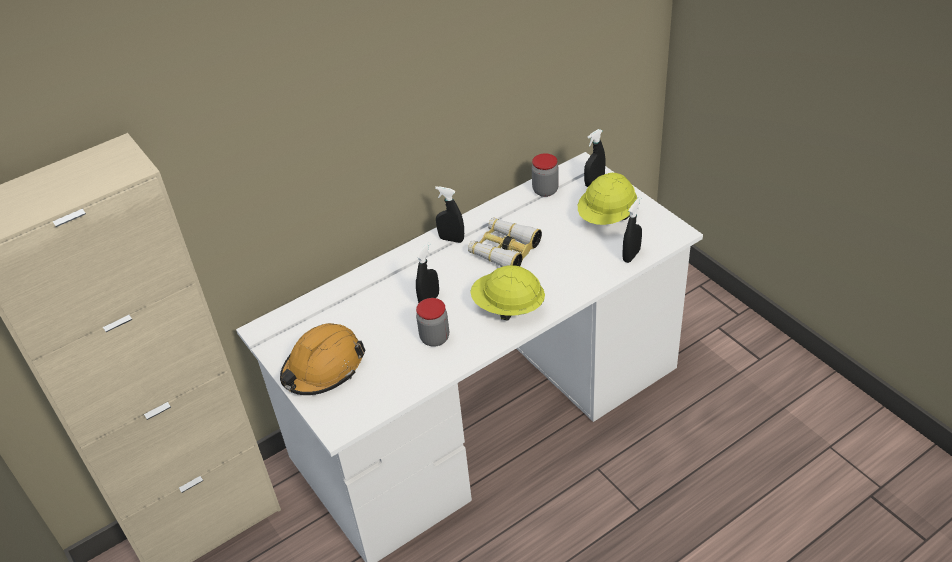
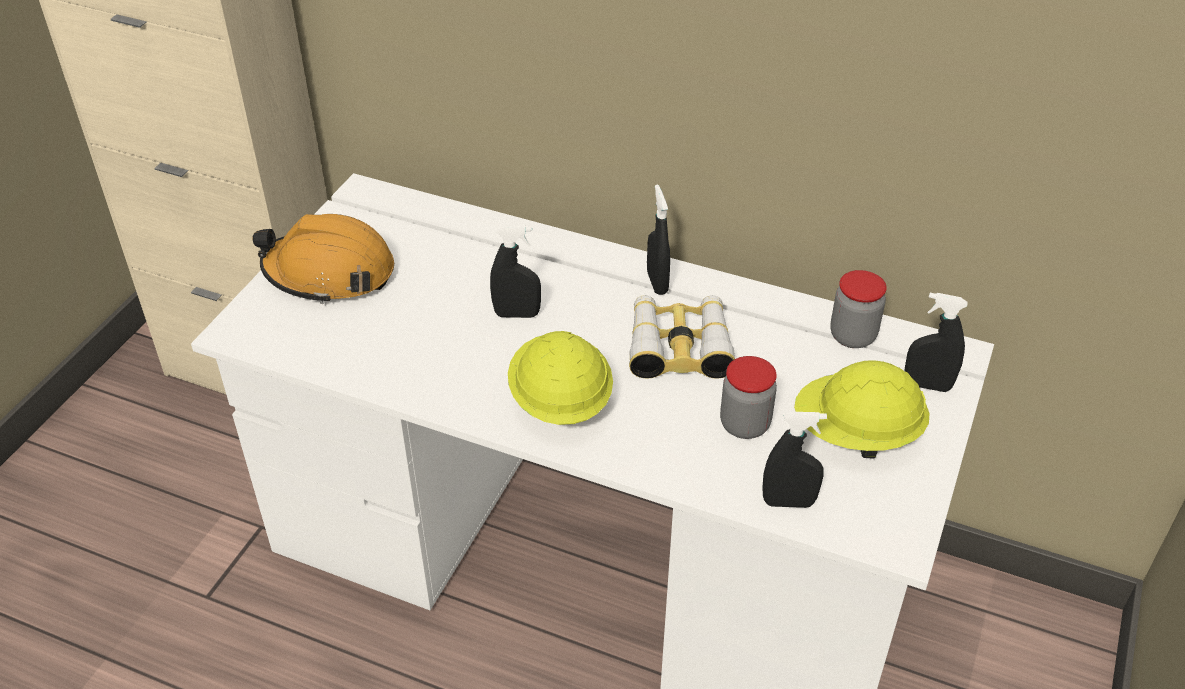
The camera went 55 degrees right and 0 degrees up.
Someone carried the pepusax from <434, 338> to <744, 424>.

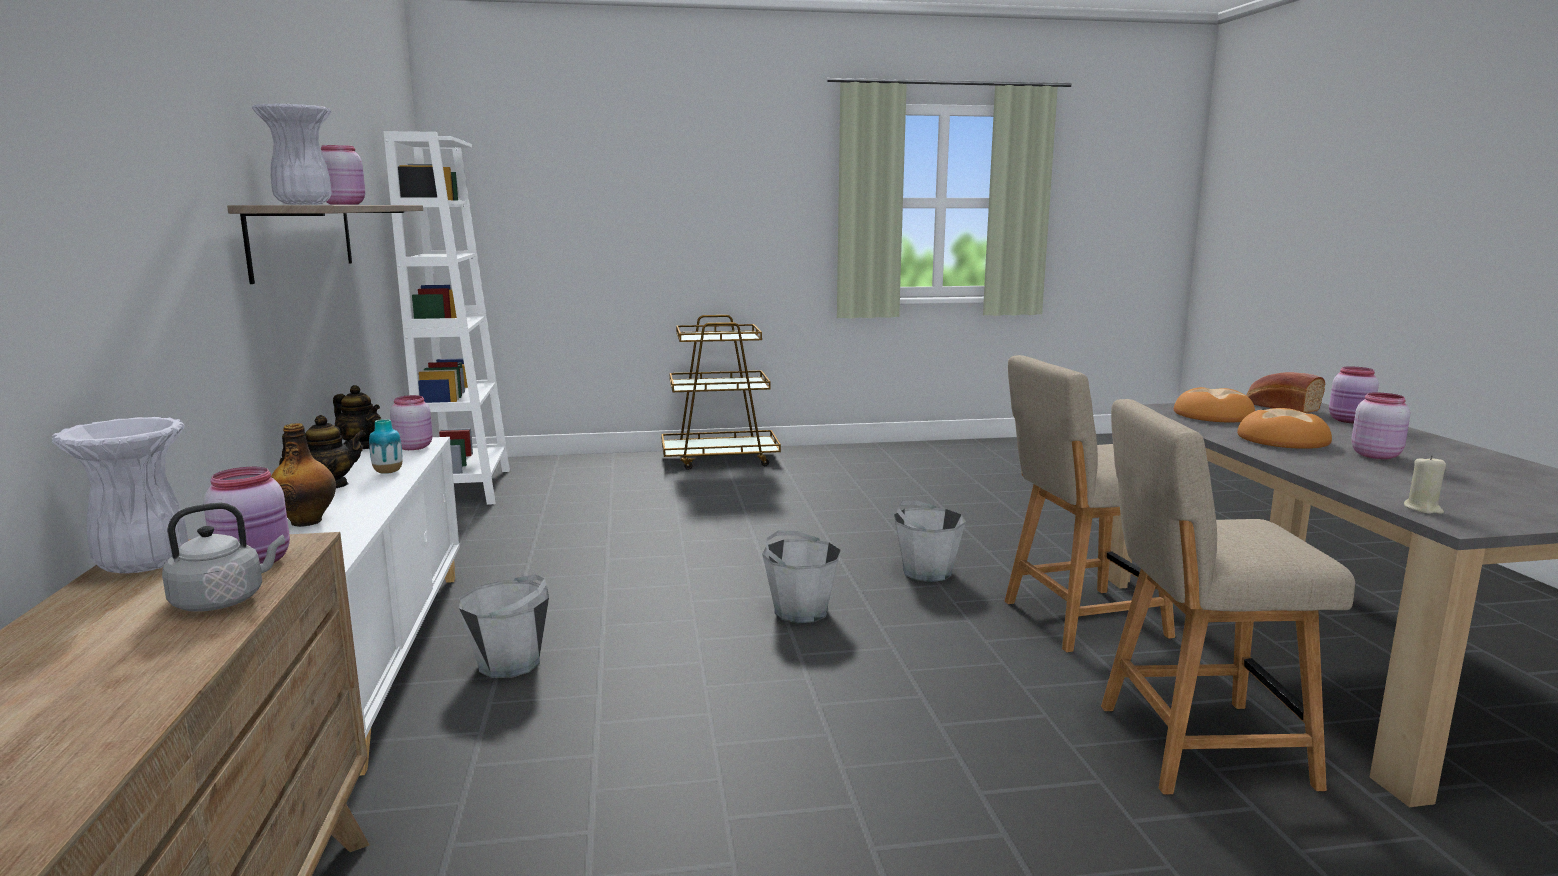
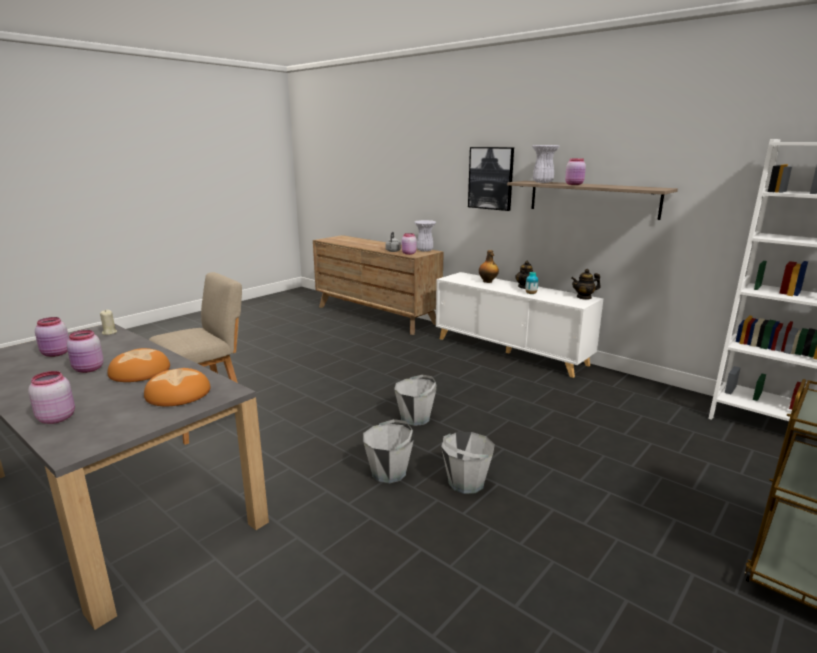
The camera went 140 degrees right and 5 degrees up.
Someone carried the pink_pepusax from <414, 447> to <56, 354>.
Someone carried the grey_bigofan from <509, 663> to <466, 482>.
Someone took away the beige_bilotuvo at <1078, 619>.
Someone took away the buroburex at <1279, 407>.
Someone put up the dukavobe at <491, 178>.

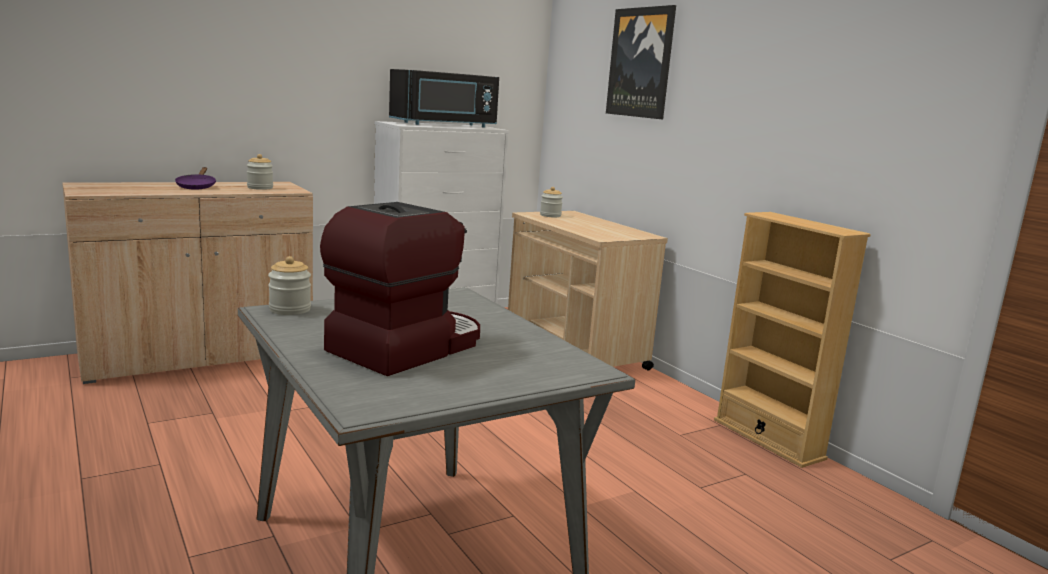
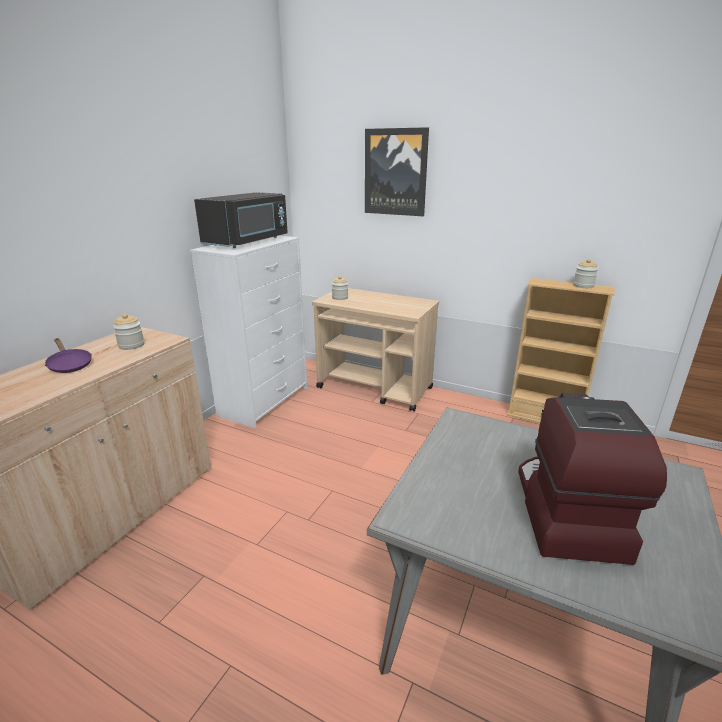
The camera went 30 degrees left and 10 degrees up.
Someone carried the pepusax from <290, 309> to <583, 286>.

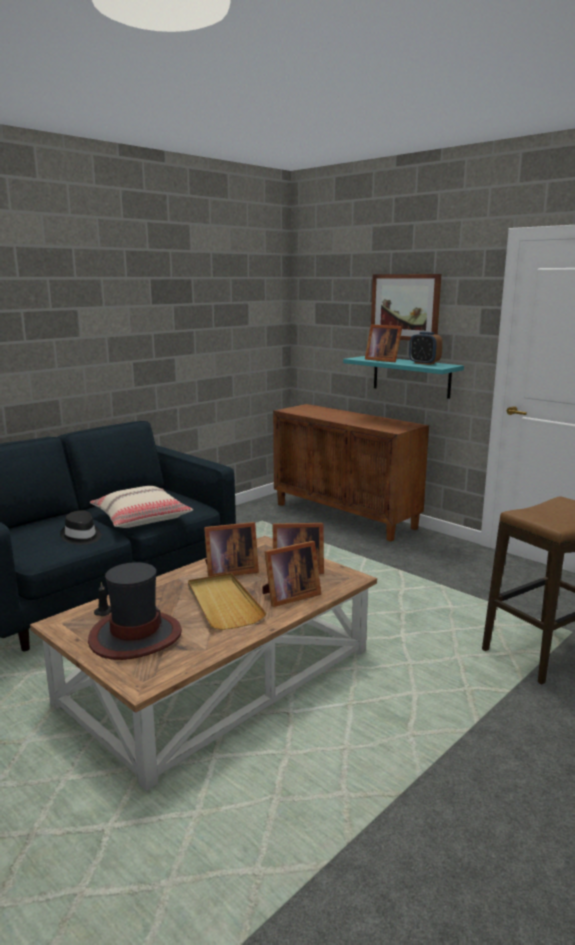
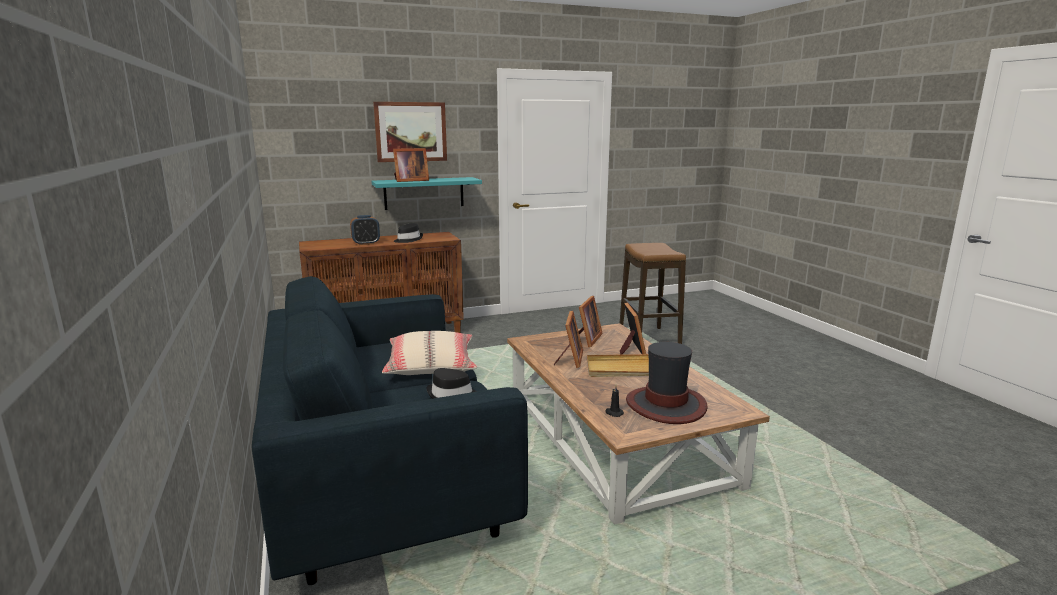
The camera went 65 degrees left and 0 degrees up.
Someone carried the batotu from <424, 363> to <366, 243>.
Someone put down the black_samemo at <408, 240>.

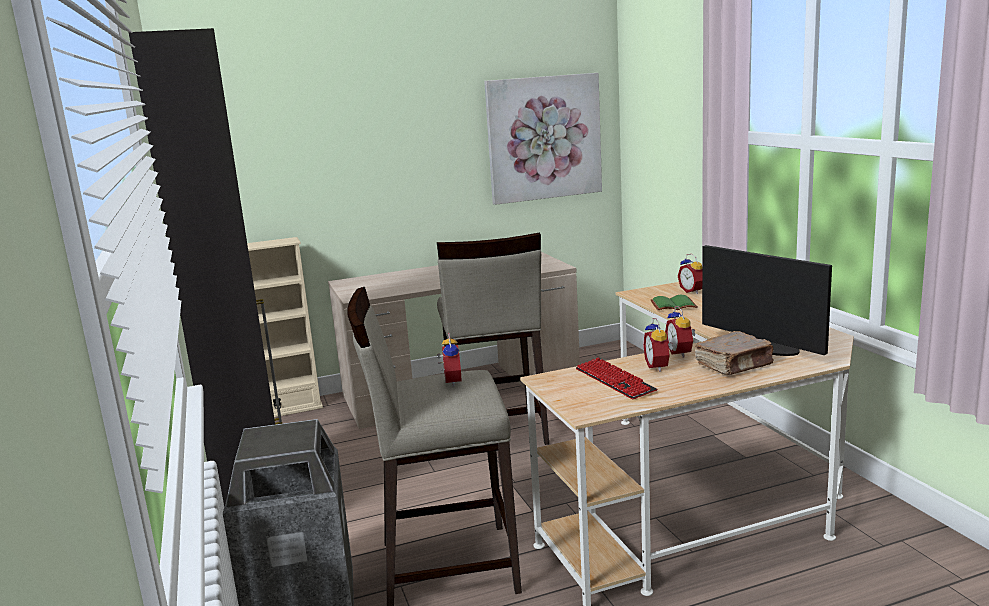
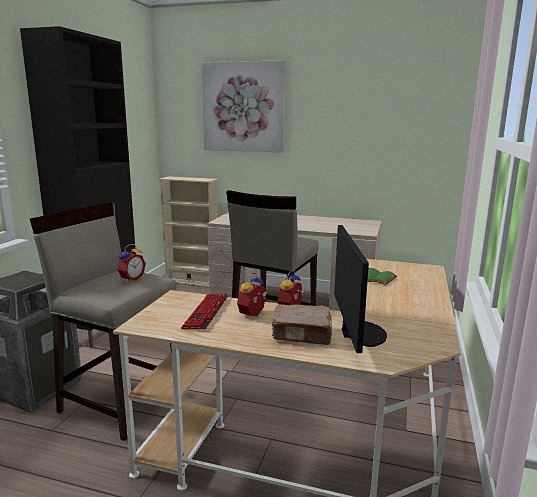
The camera went 35 degrees right and 0 degrees up.
Someone carried the dukavobe from <544, 138> to <243, 107>.
Someone took away the batotu at <693, 291>.

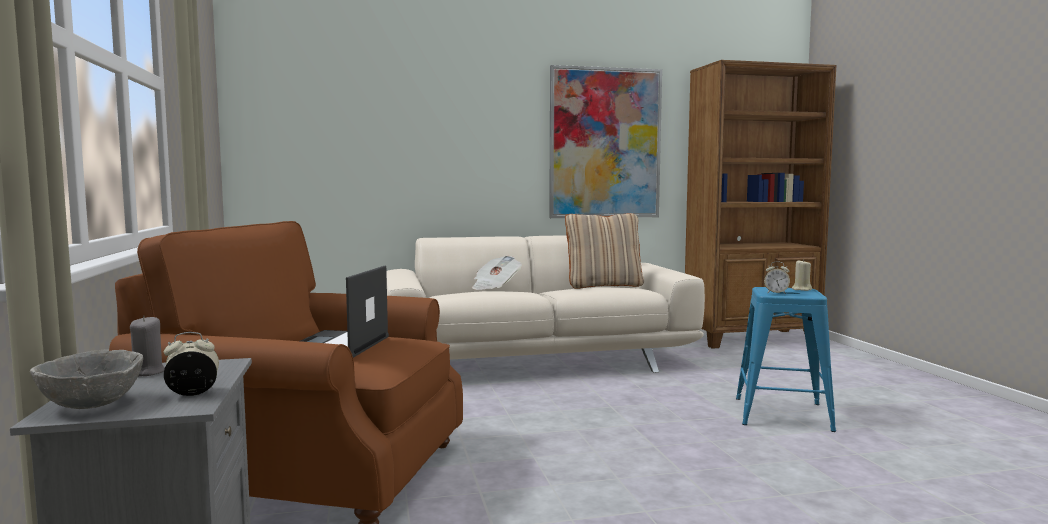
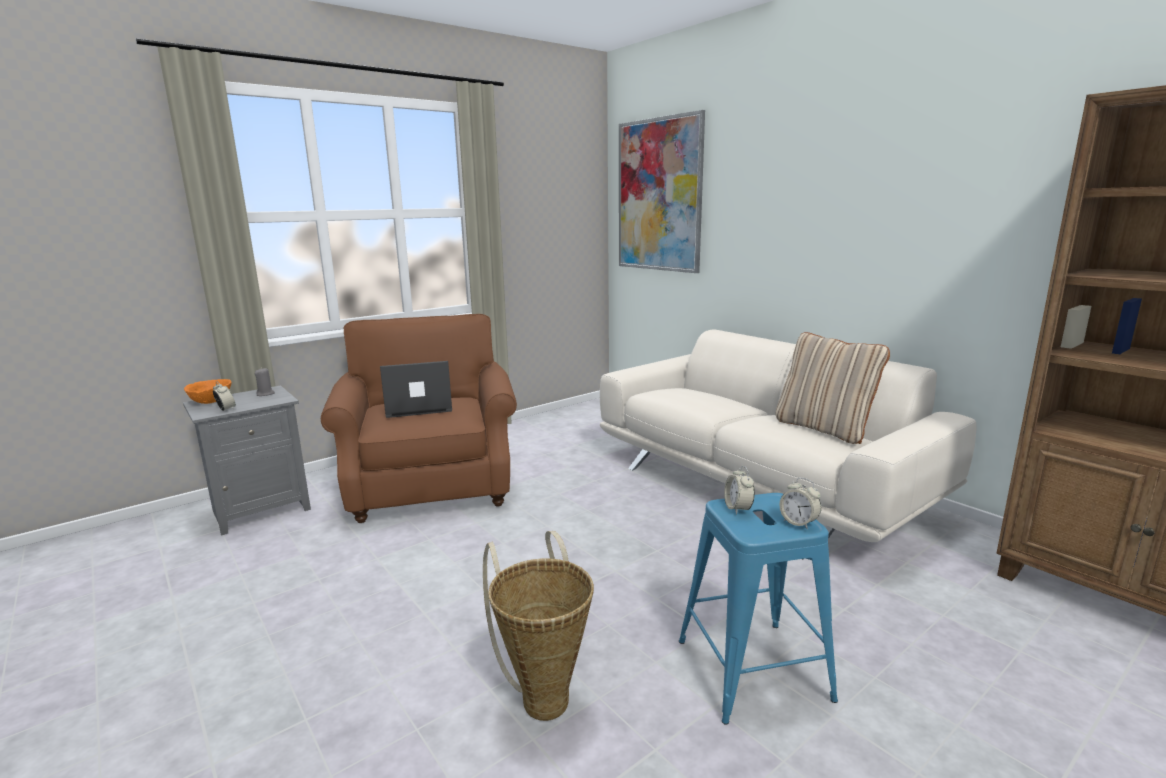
The camera went 65 degrees right and 10 degrees up.
Someone repainted the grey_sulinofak at <93, 404>, which became the orange_sulinofak at <211, 402>.
Someone took away the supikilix at <495, 287>.
Someone carried the dukavobe from <605, 143> to <659, 195>.
Someone swapped the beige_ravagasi at <801, 289> for the batotu at <798, 523>.
Someone put down the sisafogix at <543, 695>.

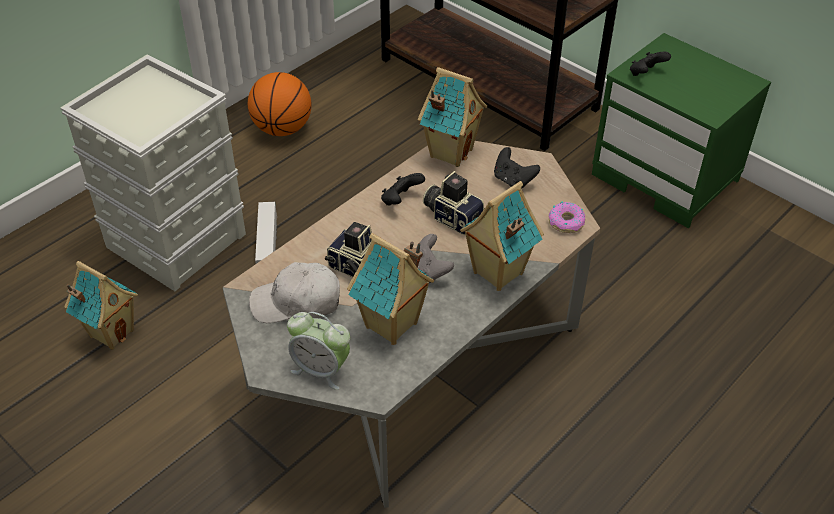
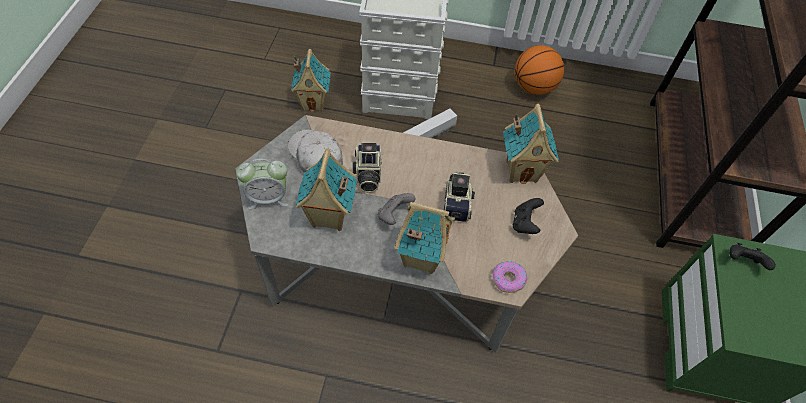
The camera went 55 degrees right and 10 degrees up.
Someone rotated the batotu at <321, 369> by 90 degrees counterclockwise.
Someone took away the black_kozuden at <401, 200>.

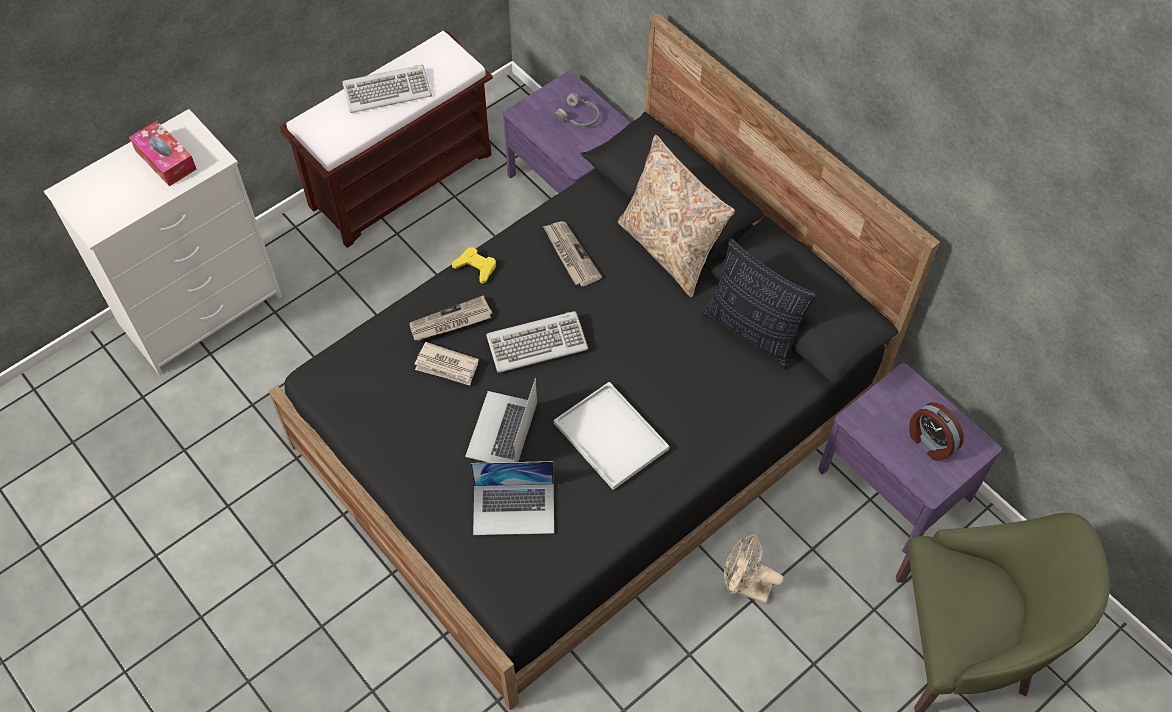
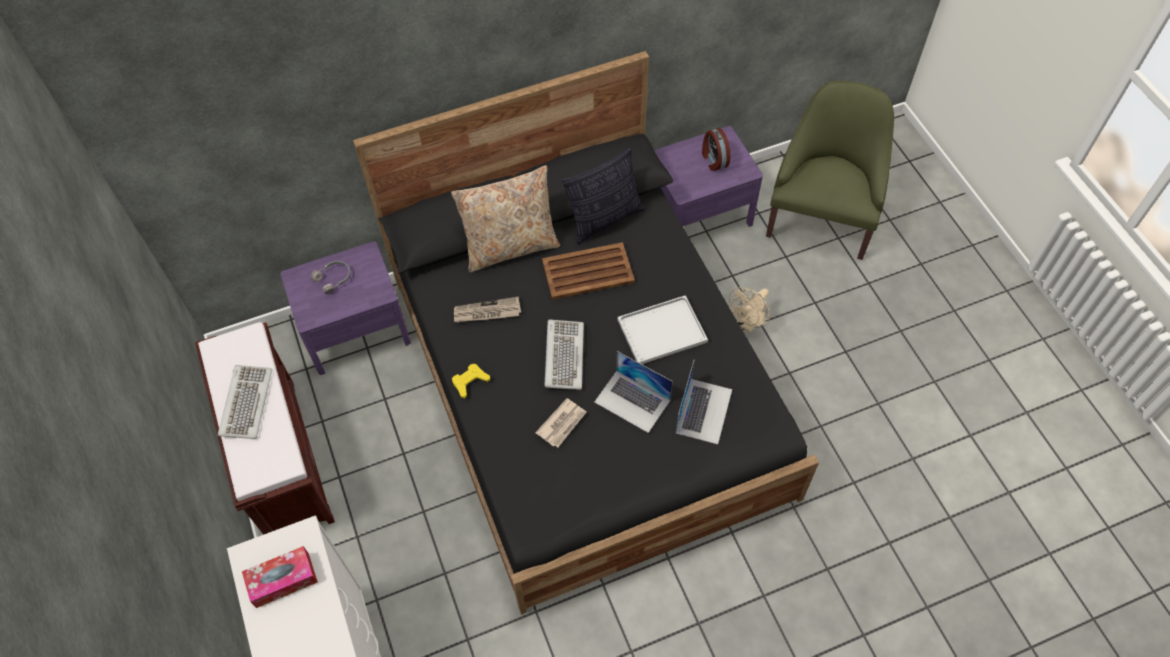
The camera went 70 degrees left and 0 degrees up.
Someone took away the supikilix at <450, 322>.
Someone rotated the batotu at <930, 442> by 90 degrees clockwise.
Someone put down the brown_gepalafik at <589, 271>.

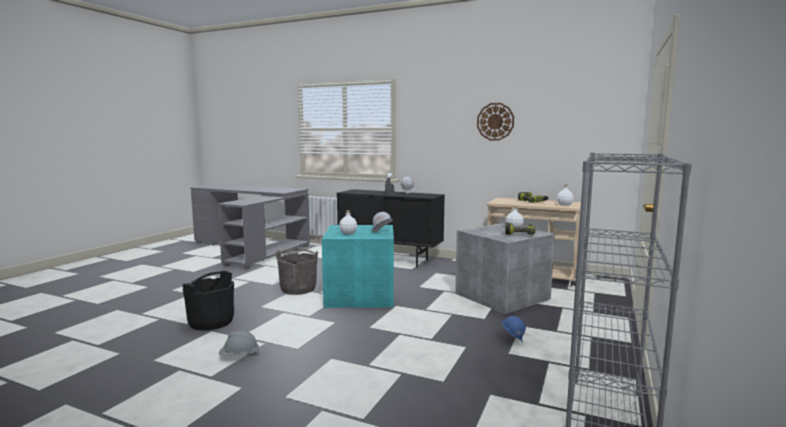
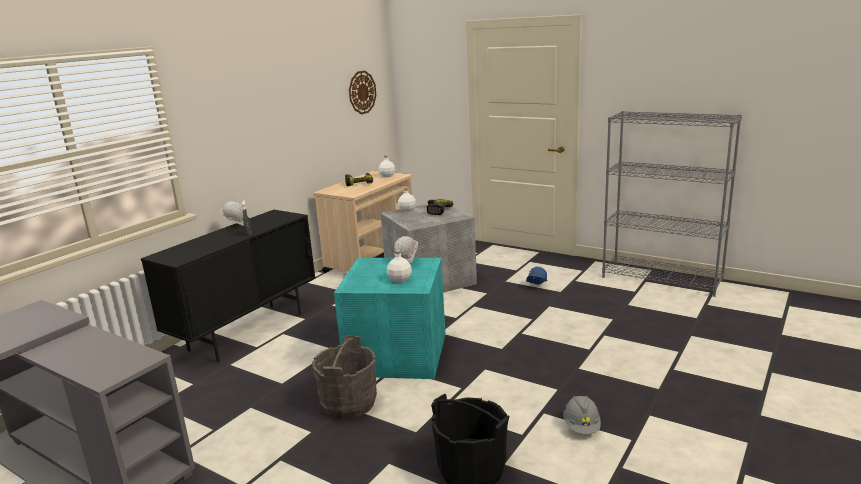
The camera went 80 degrees left and 10 degrees up.
Someone carried the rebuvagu from <495, 121> to <362, 92>.

